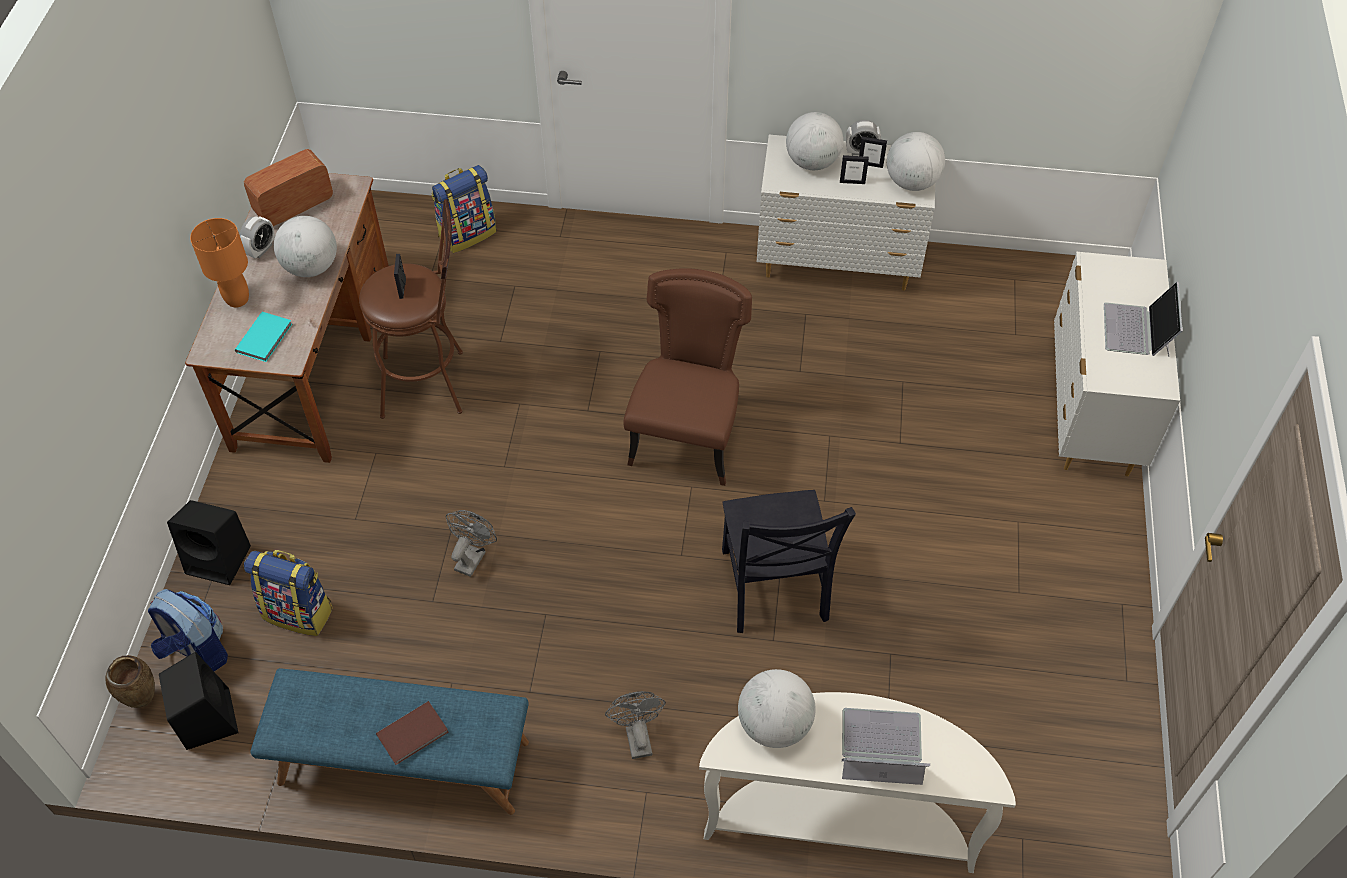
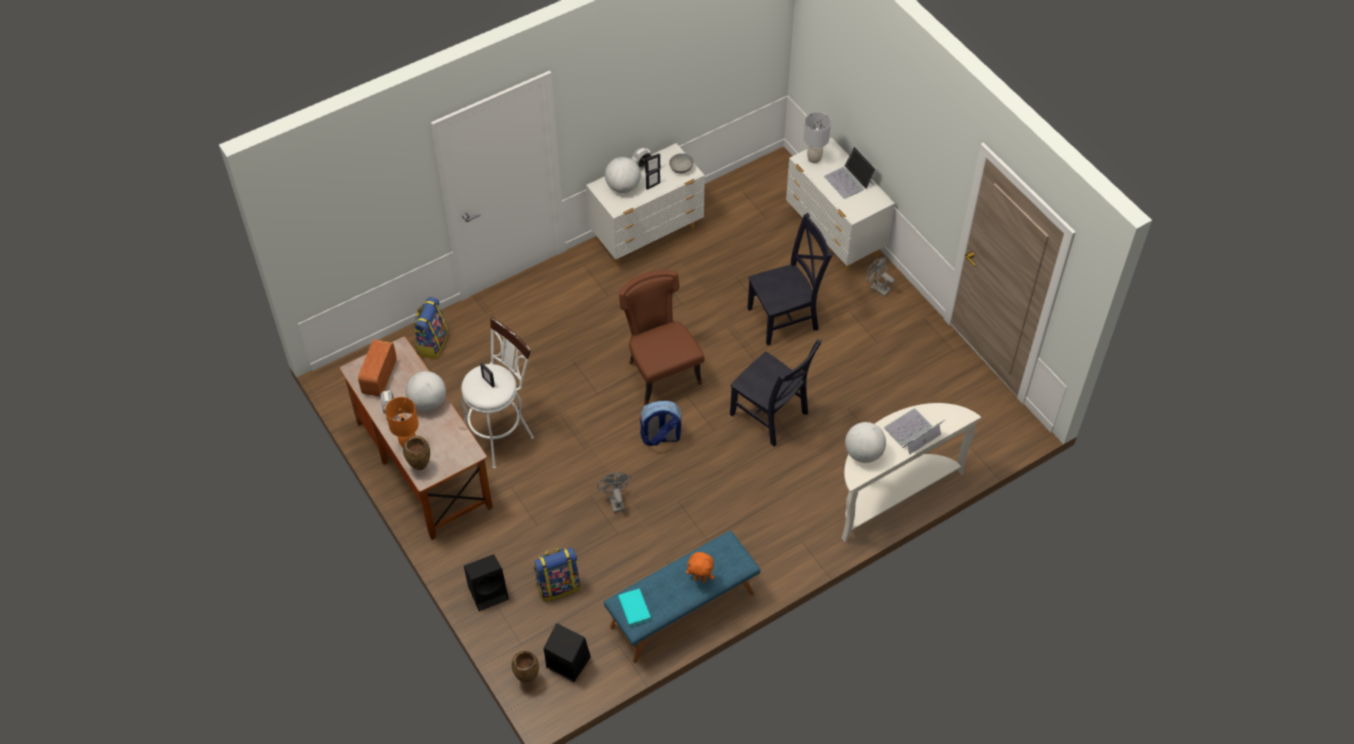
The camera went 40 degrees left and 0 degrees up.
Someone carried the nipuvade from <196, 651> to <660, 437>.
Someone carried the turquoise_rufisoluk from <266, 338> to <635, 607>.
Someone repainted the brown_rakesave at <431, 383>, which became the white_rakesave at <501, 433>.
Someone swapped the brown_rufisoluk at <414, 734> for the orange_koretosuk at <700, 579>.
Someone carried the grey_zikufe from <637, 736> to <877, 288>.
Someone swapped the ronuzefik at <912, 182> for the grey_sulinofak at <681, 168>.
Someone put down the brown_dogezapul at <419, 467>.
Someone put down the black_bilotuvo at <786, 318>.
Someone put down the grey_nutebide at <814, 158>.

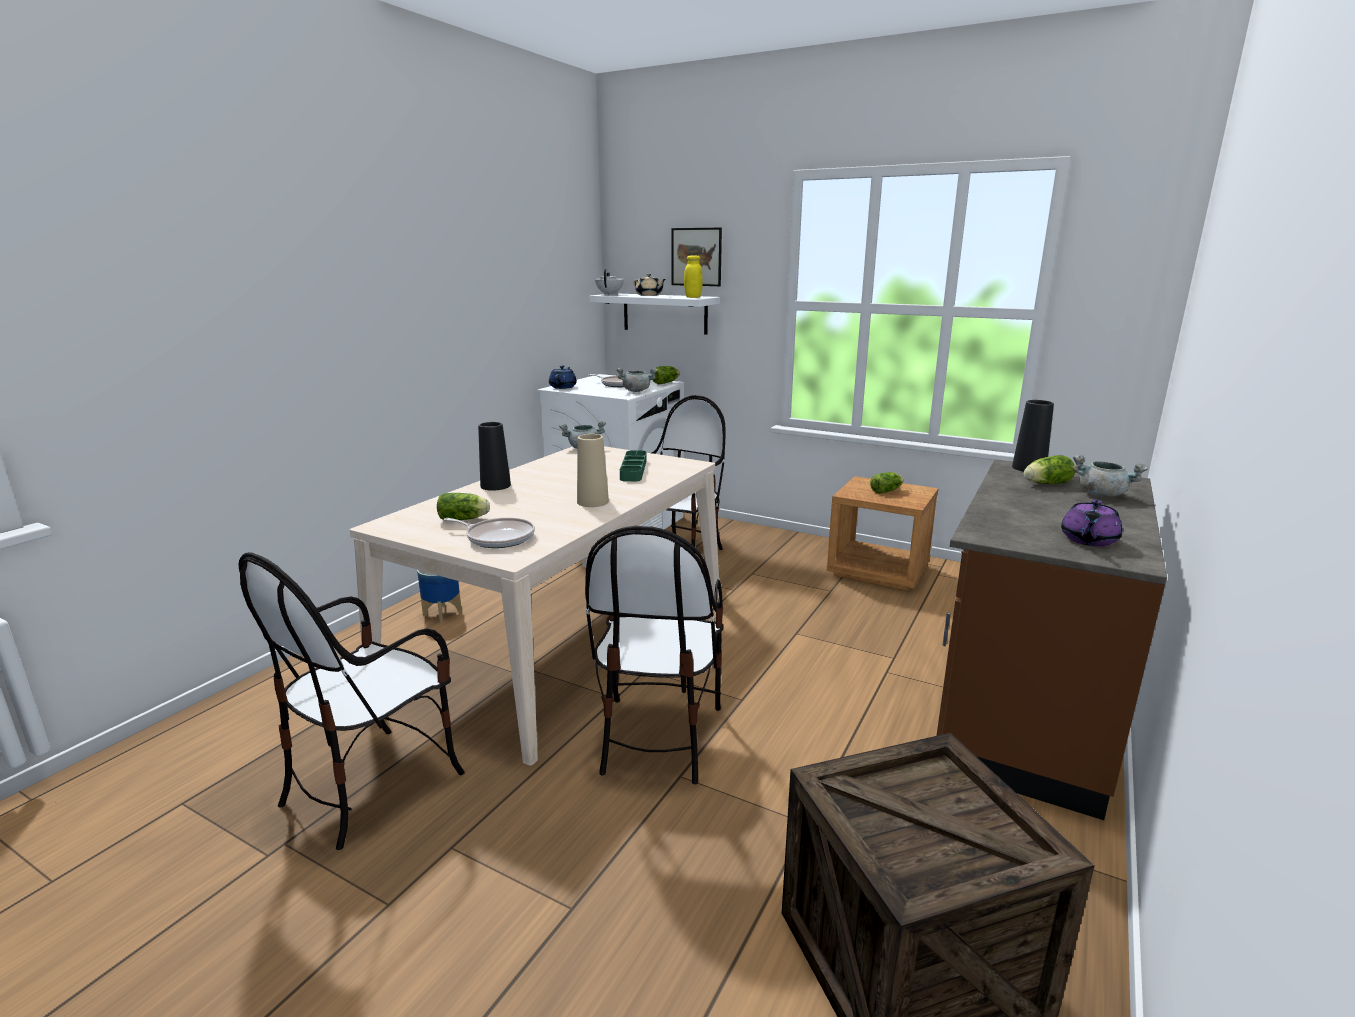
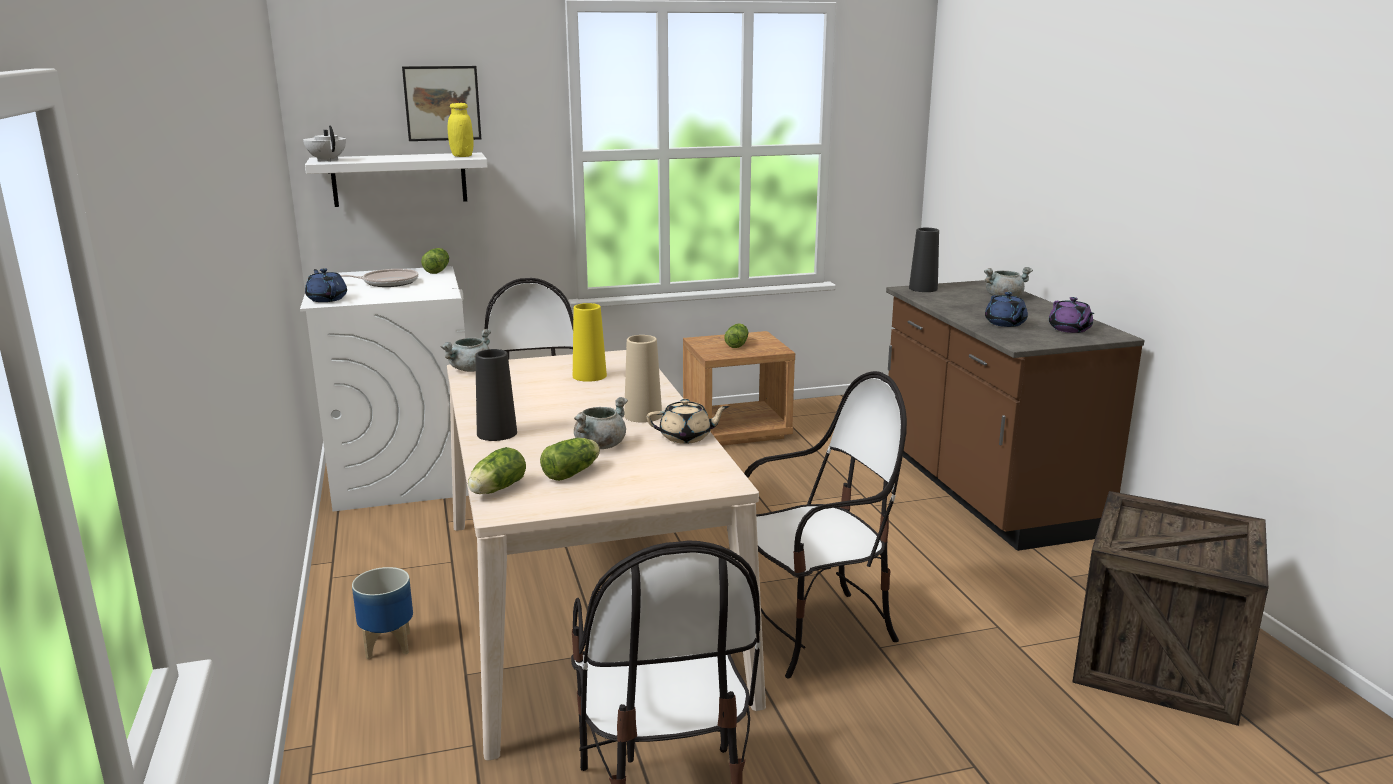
The camera went 45 degrees left and 0 degrees up.
Someone took away the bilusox at <497, 538>.
Someone rotated the bilotuvo at <657, 737> by 75 degrees counterclockwise.
Someone carried the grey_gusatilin from <637, 391> to <600, 445>.
Someone swapped the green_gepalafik at <633, 470> for the yellow_dogezapul at <589, 376>.
Someone carried the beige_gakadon from <649, 295> to <686, 437>.
Someone carried the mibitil from <1045, 484> to <495, 490>.
Someone put down the blue_gakadon at <1005, 324>.

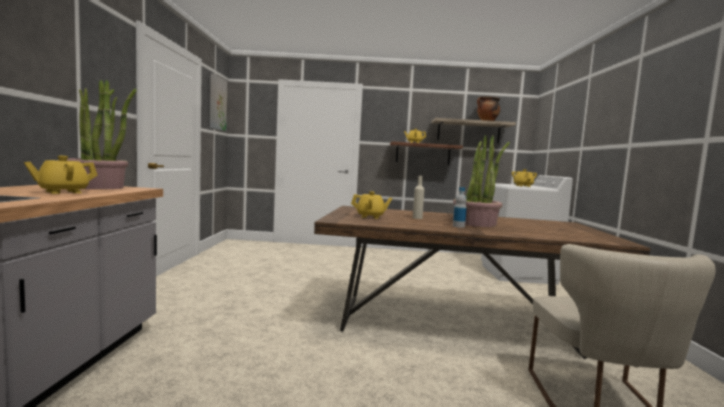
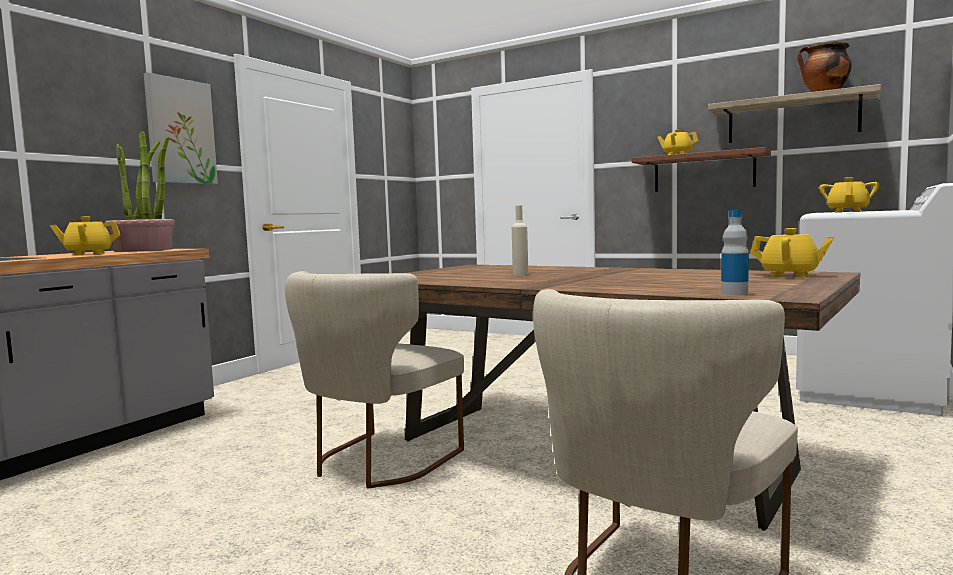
The camera went 30 degrees right and 0 degrees up.
Someone carried the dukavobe from <217, 103> to <180, 131>.
Someone carried the yellow_gakadon from <370, 217> to <790, 275>.
Someone took away the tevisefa at <476, 223>.
Someone carried the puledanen from <458, 226> to <734, 293>.
Someone put down the beige_bilotuvo at <377, 463>.

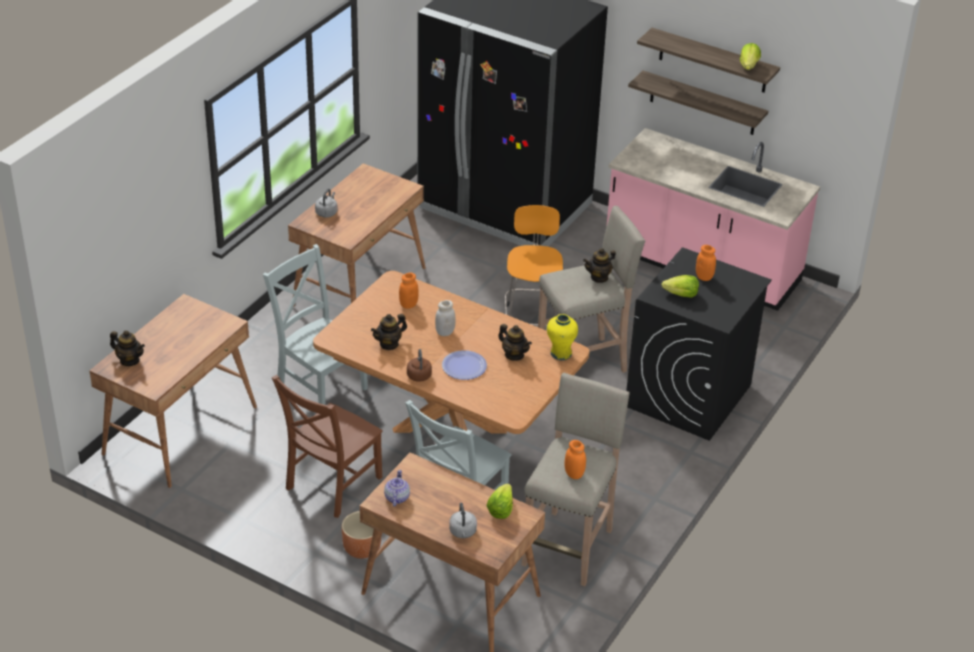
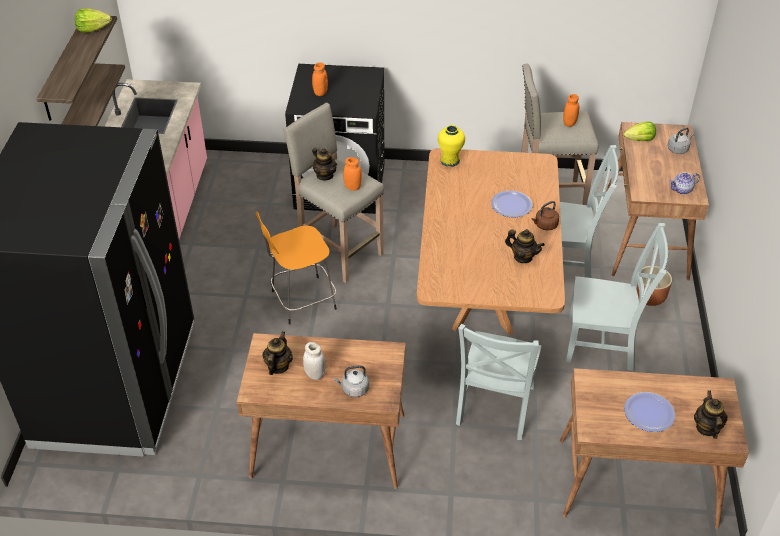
The camera went 115 degrees left and 5 degrees up.
Someone repainted the brown_bilotuvo at <331, 485>, which became the grey_bilotuvo at <604, 344>.
Someone carried the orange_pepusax from <408, 304> to <352, 187>.
Someone carried the white_pepusax from <445, 332> to <315, 374>.
Someone carried the gakadon from <514, 355> to <278, 366>.
Someone took away the mibitil at <681, 295>.
Someone put down the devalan at <649, 413>.

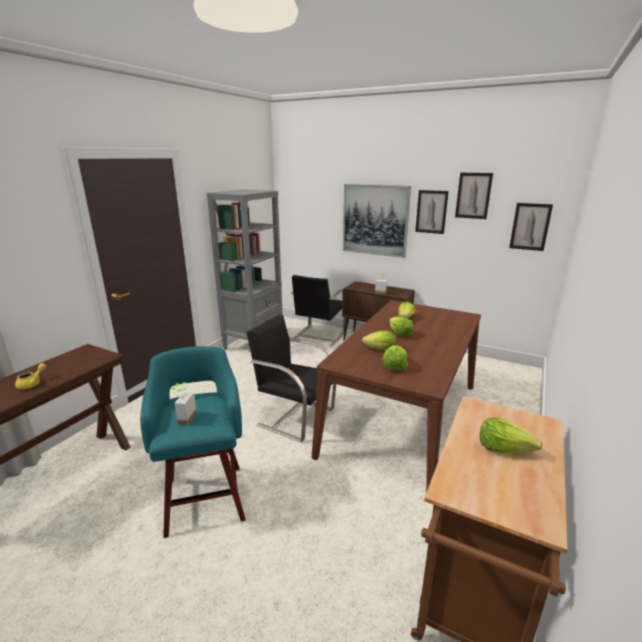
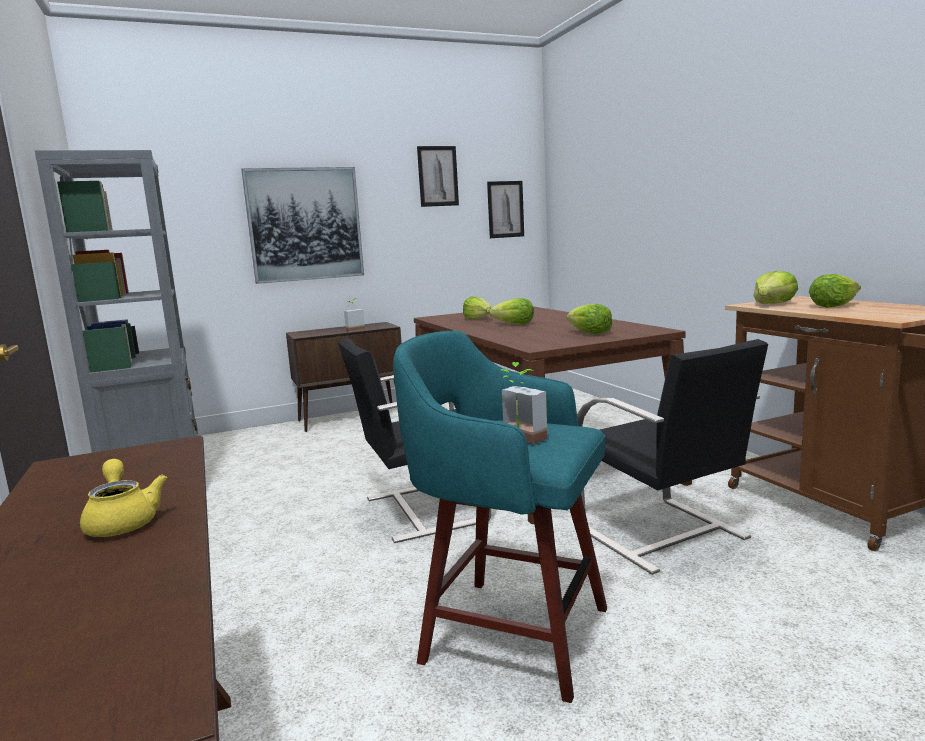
The camera went 50 degrees left and 10 degrees down.
Someone carried the black_bilotuvo from <319, 336> to <663, 534>.
Someone carried the mibitil from <380, 349> to <773, 304>.
Someone took away the dukavobe at <431, 212>.

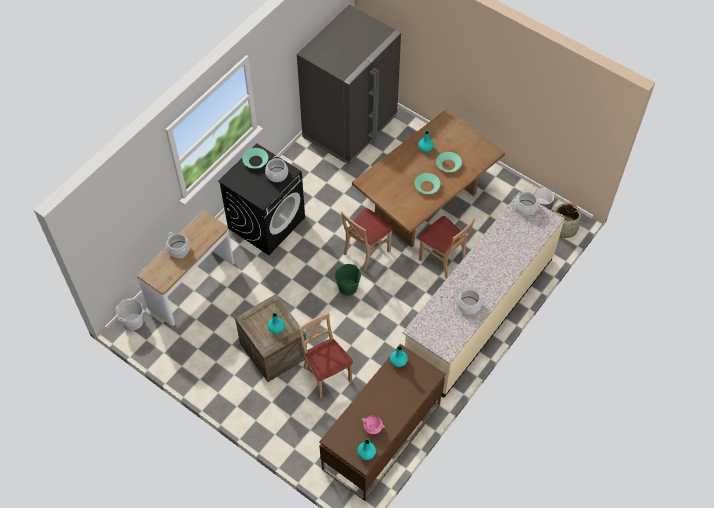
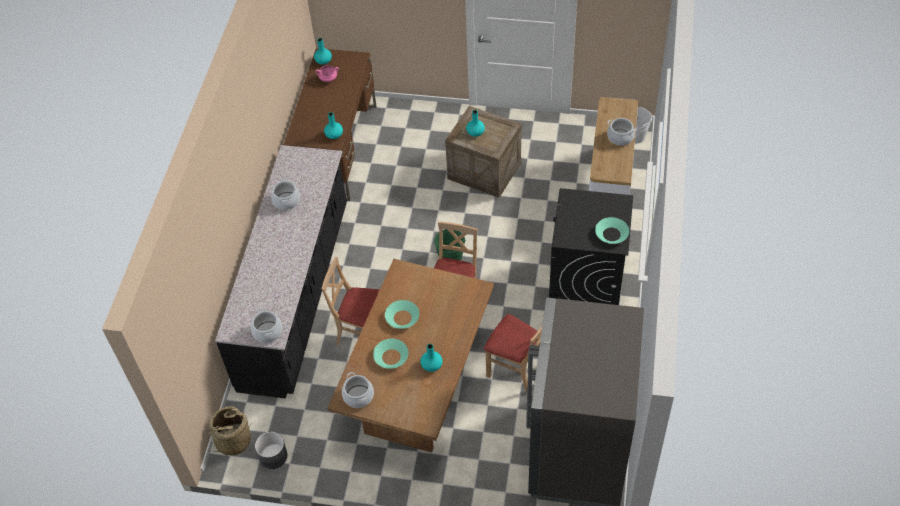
The camera went 155 degrees right and 5 degrees down.
Someone carried the gusatilin from <277, 174> to <358, 396>.
Someone carried the beige_bilotuvo from <327, 375> to <517, 369>.
Someone repainted the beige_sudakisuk at <478, 312>, which became the black_sudakisuk at <296, 295>.

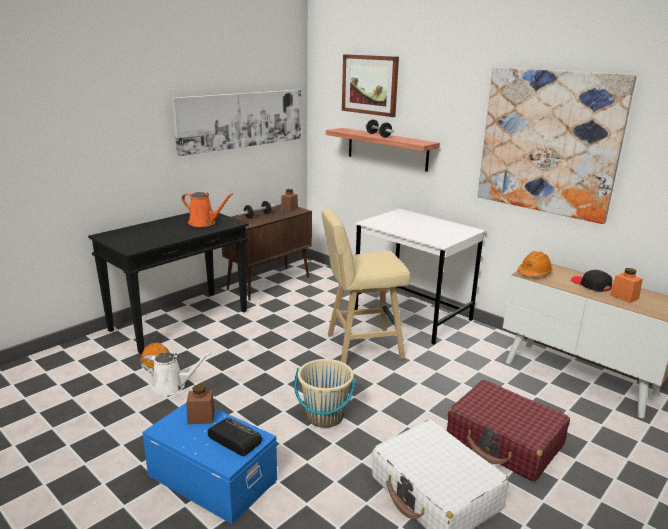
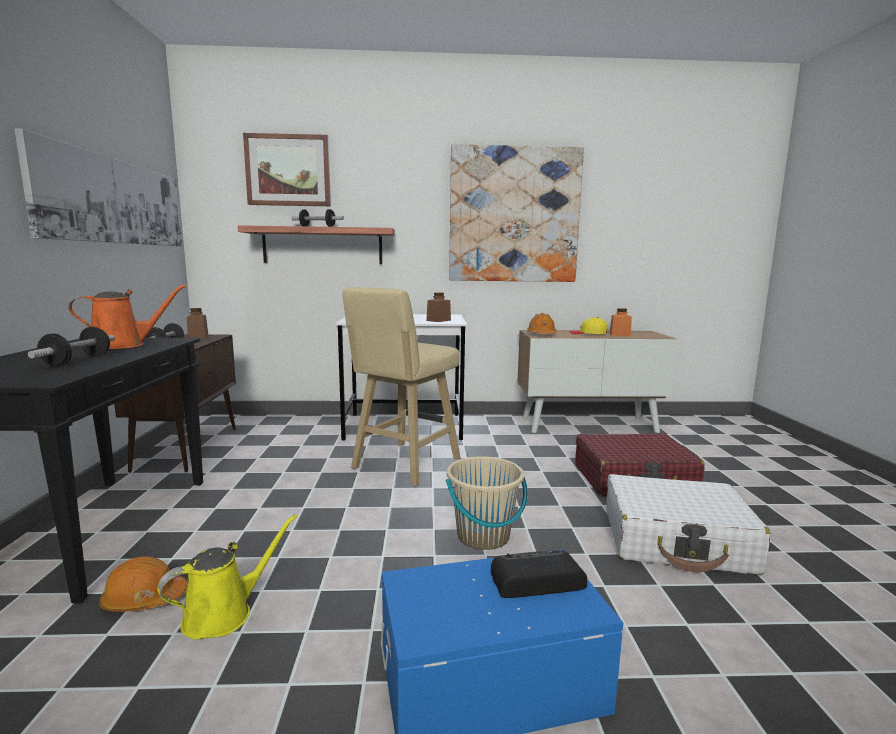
The camera went 45 degrees left and 10 degrees down.
Someone repainted the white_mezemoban at <172, 386>, which became the yellow_mezemoban at <224, 614>.
Someone carried the brown_pepusax from <201, 417> to <438, 320>.
Someone repainted the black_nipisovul at <590, 285>, which became the yellow_nipisovul at <588, 333>.
Someone put down the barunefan at <77, 360>.

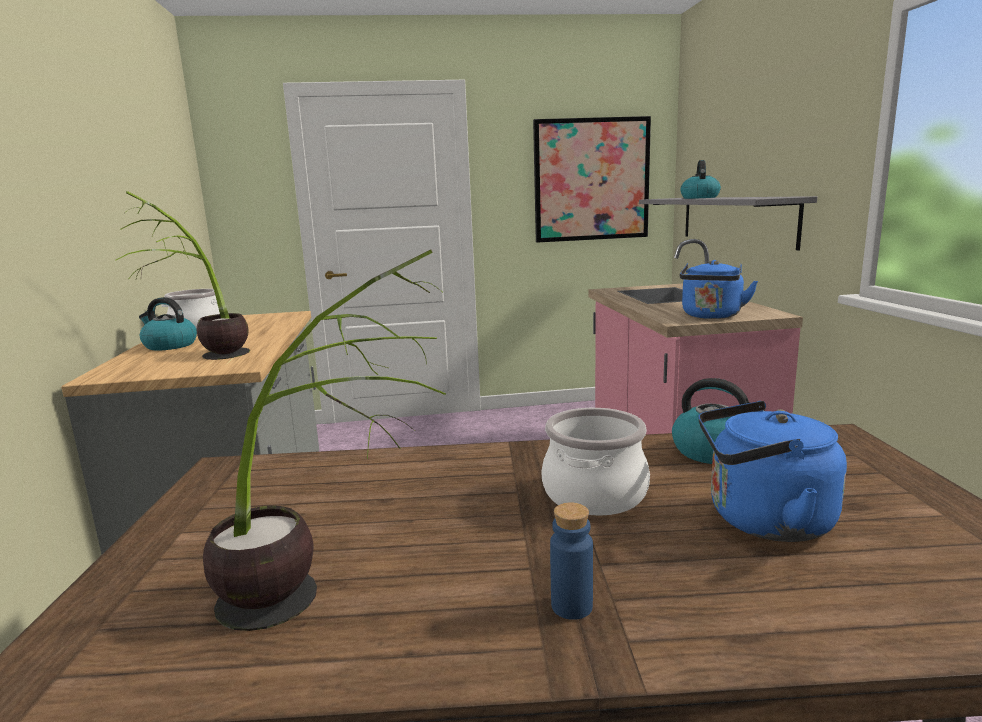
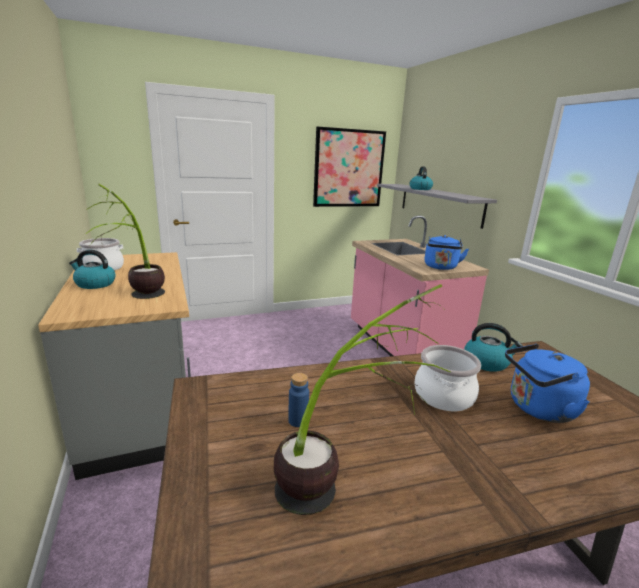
The camera went 15 degrees left and 5 degrees up.
Someone carried the blue_puledanen from <571, 606> to <298, 420>.

